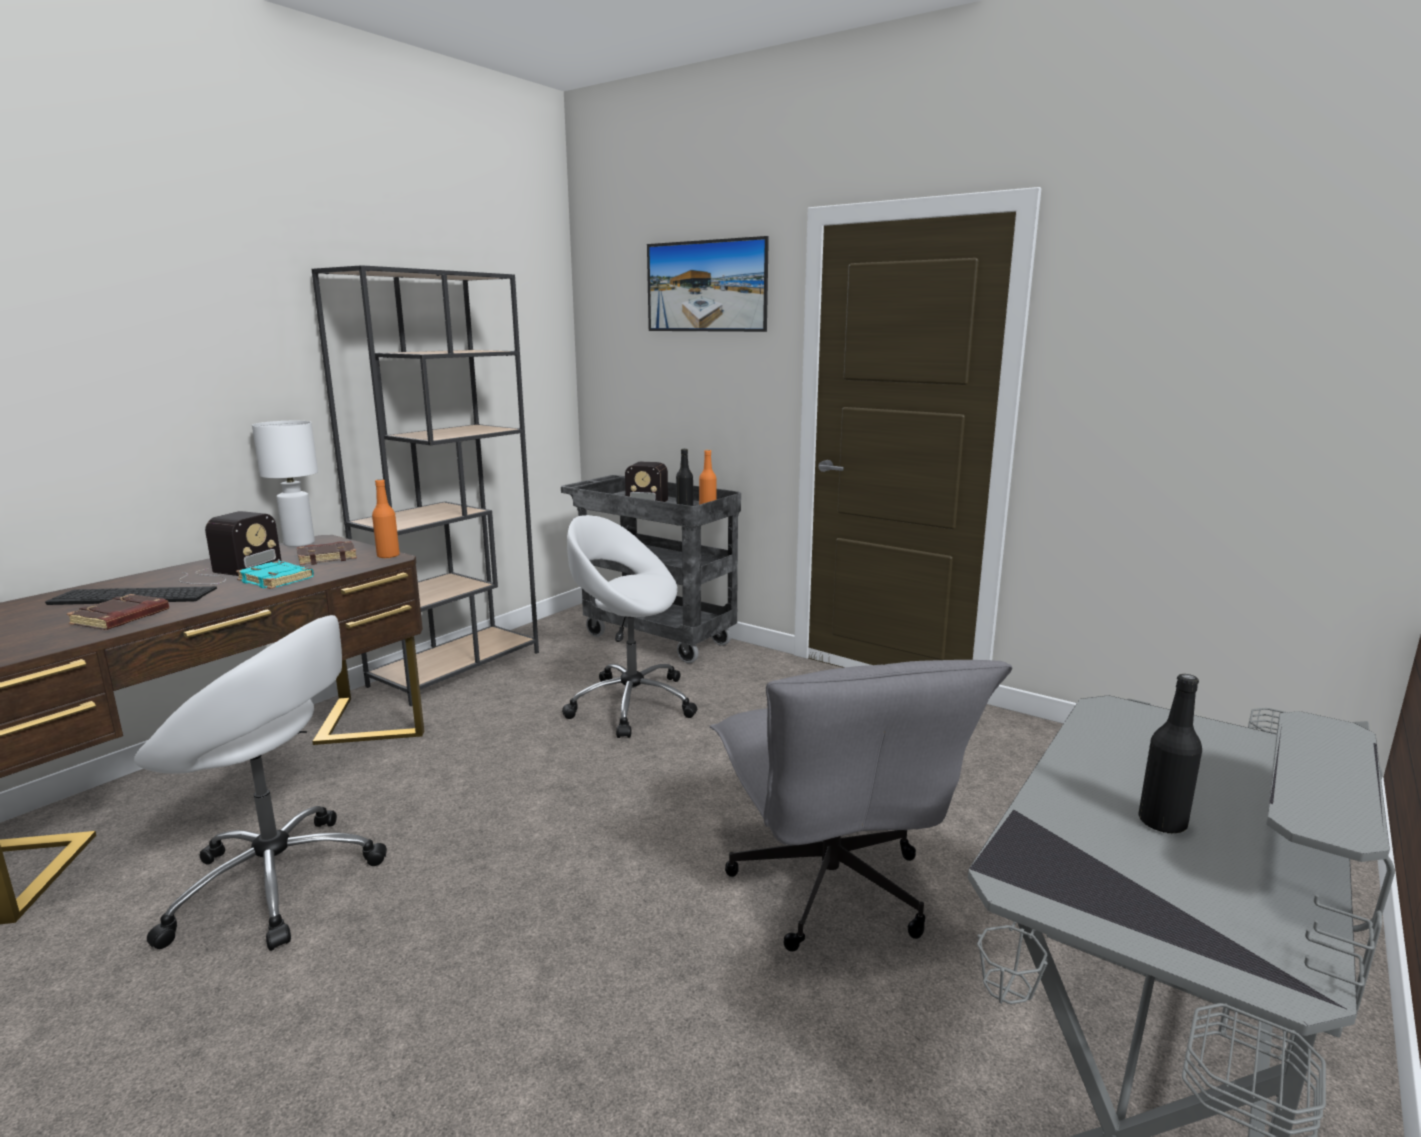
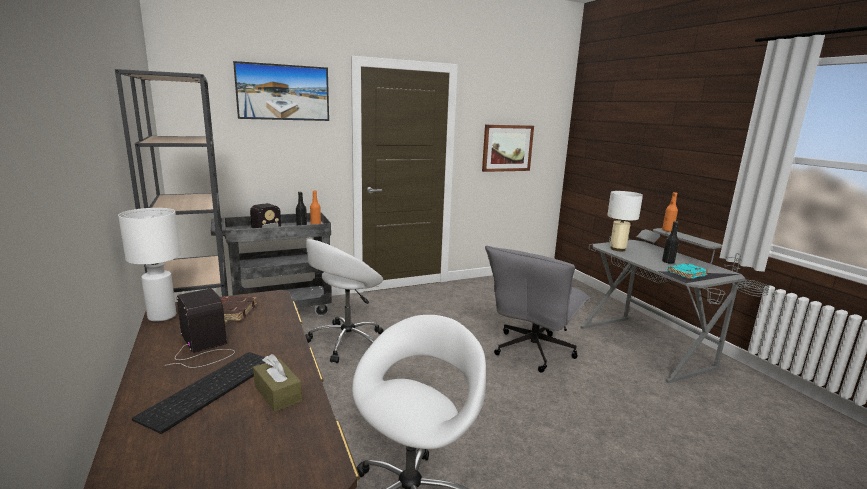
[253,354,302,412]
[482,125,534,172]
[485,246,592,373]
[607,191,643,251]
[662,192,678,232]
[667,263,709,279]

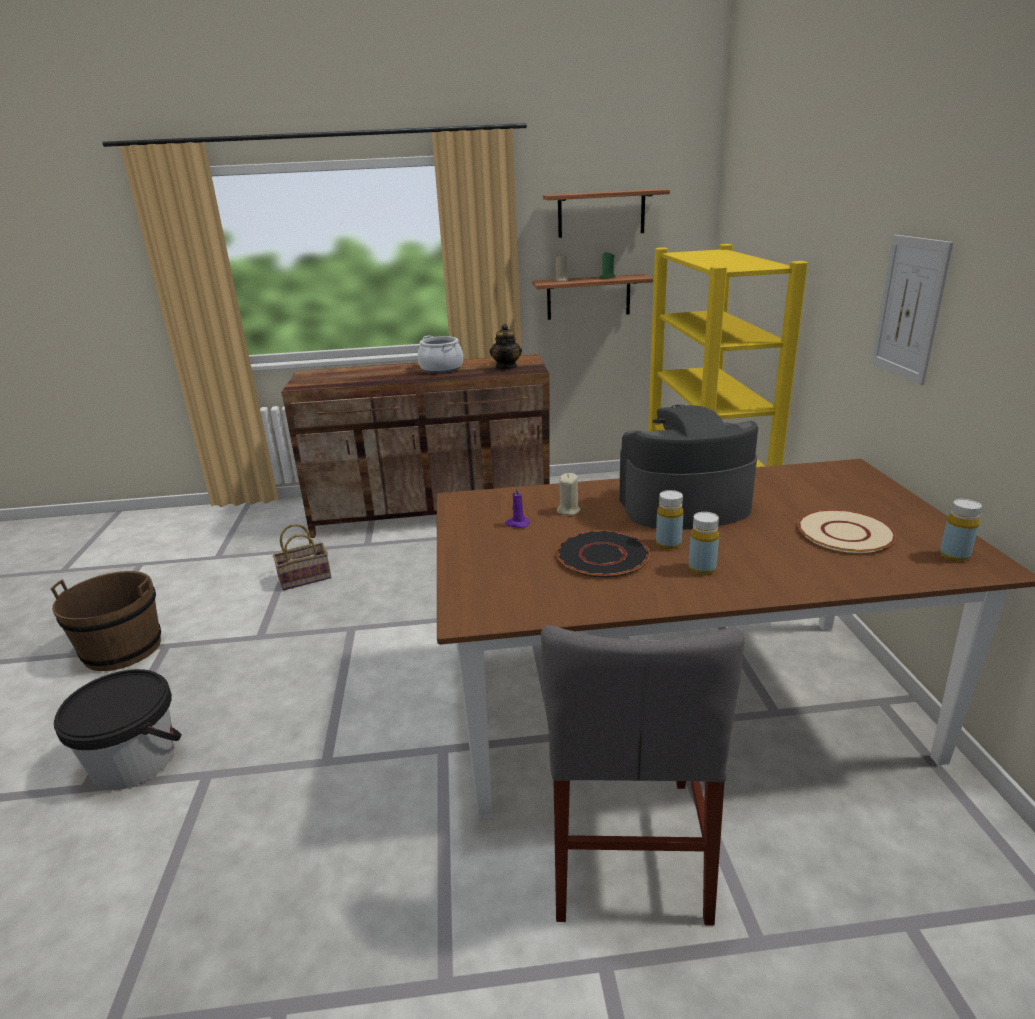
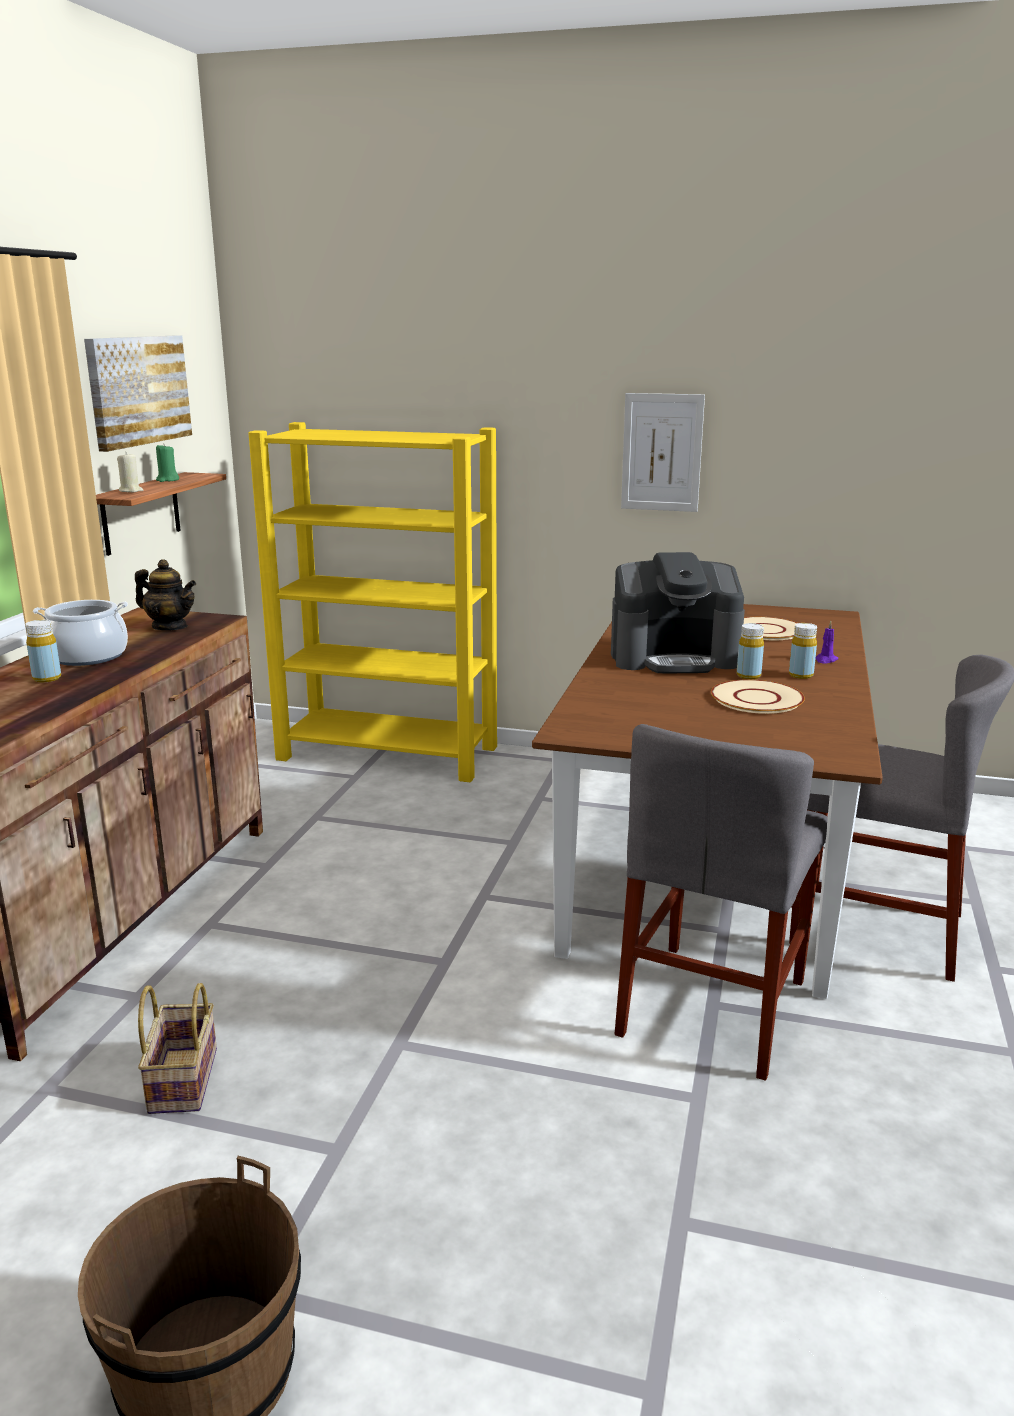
[25,620,61,682]
[84,336,192,452]
[611,552,745,673]
[614,724,828,1081]
[711,680,805,714]
[816,621,838,664]
[54,669,182,790] (first image)
[557,473,580,515] (first image)

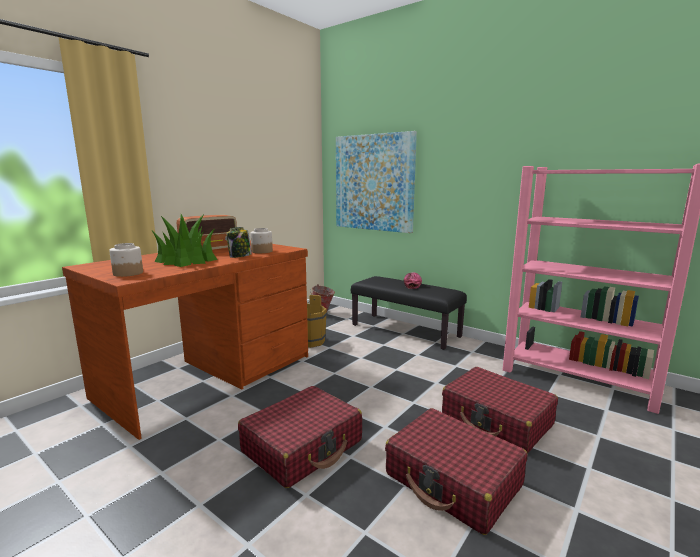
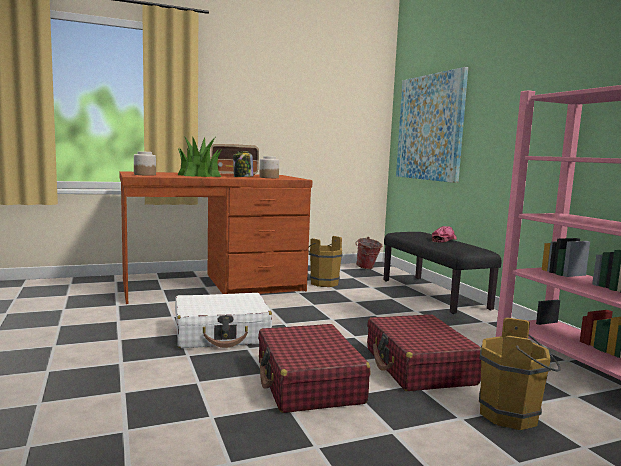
[175,293,272,348]
[479,317,561,430]

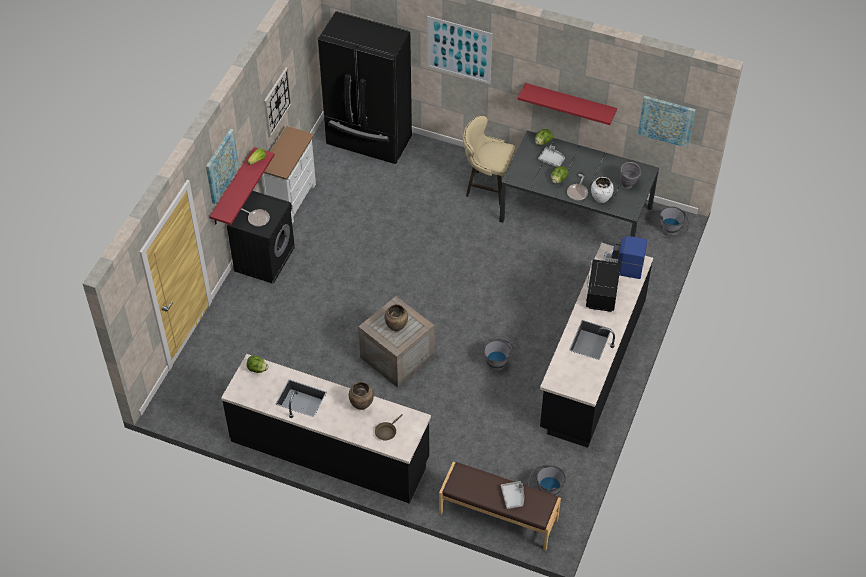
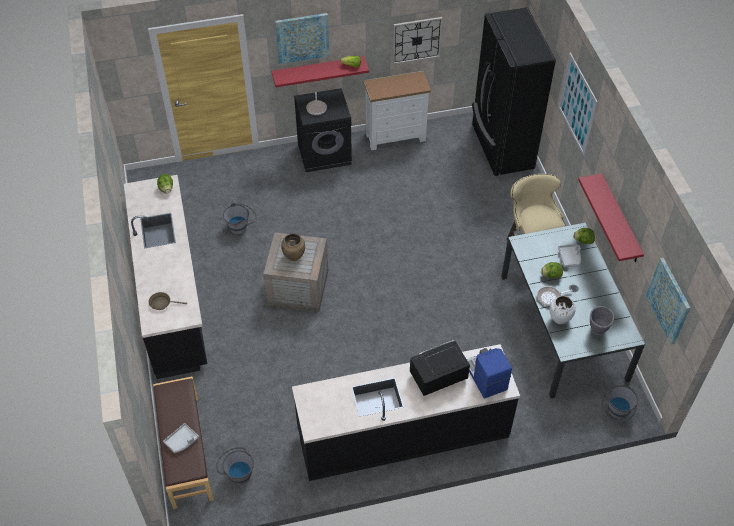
[223,203,257,234]
[349,382,374,410] (first image)

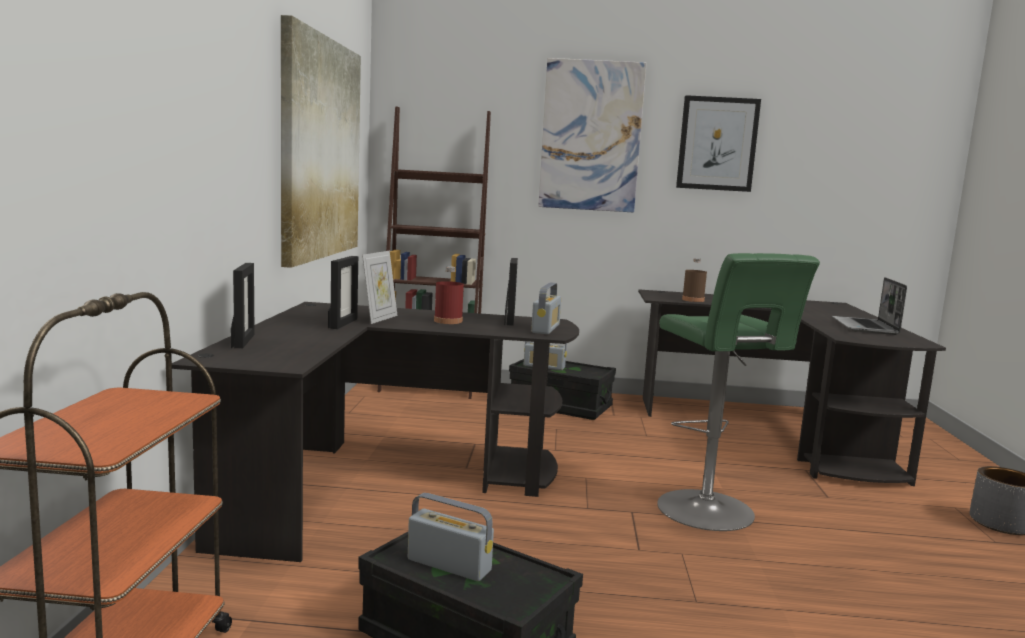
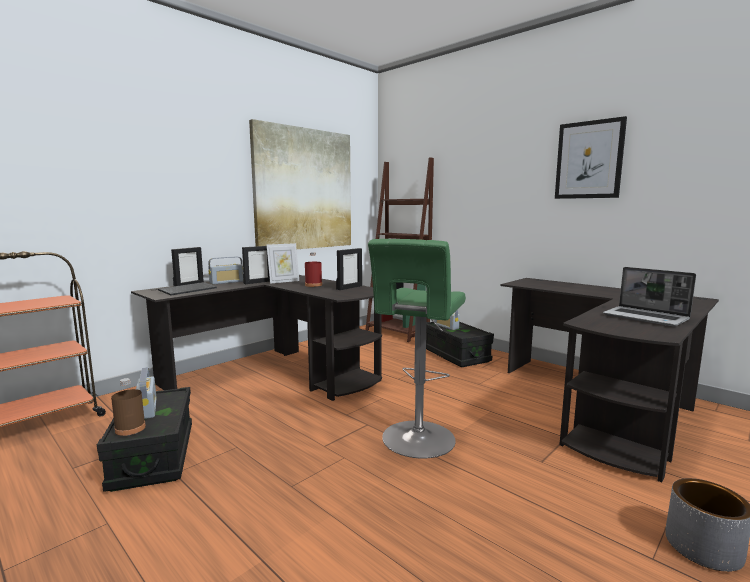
[111,378,146,436]
[158,282,217,296]
[208,256,243,285]
[603,267,696,327]
[538,58,647,212] (first image)

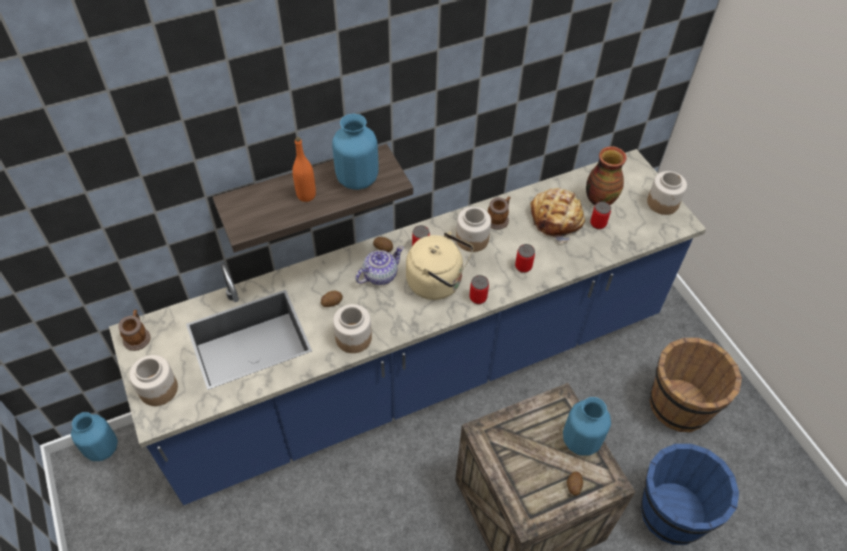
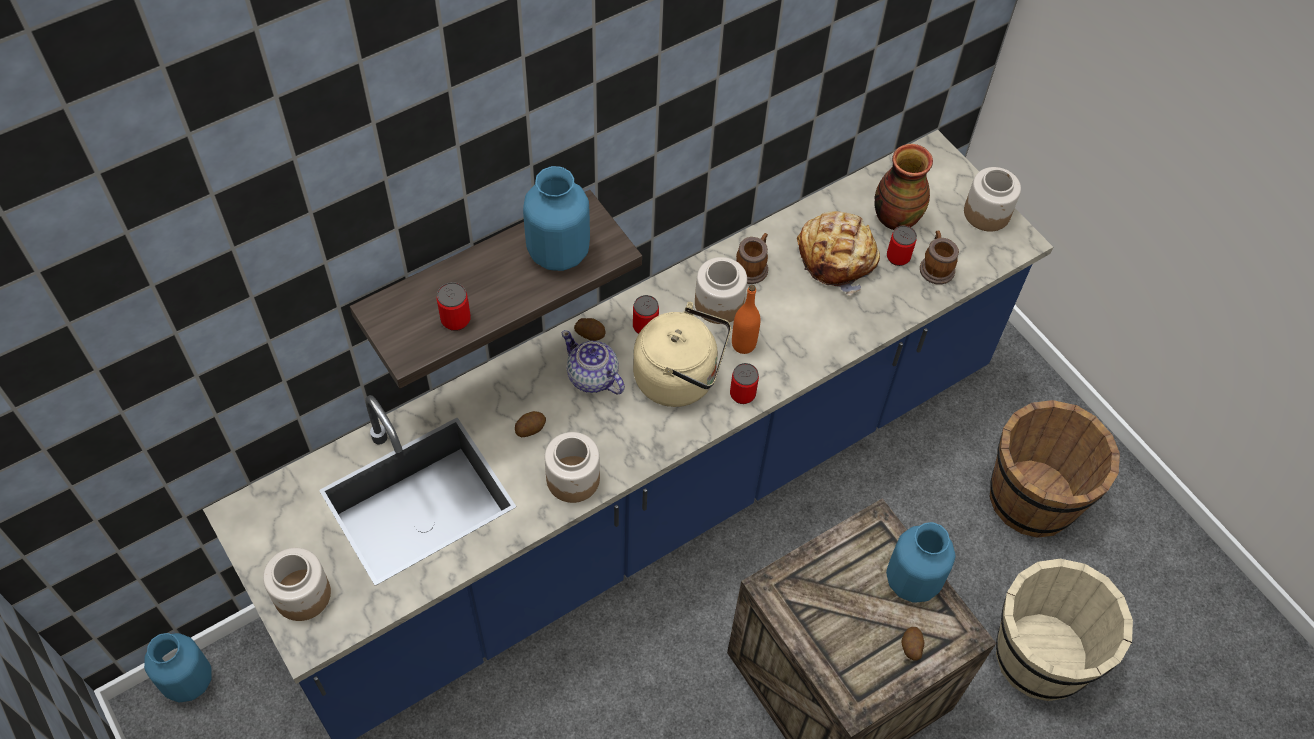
[437,282,471,331]
[561,330,625,394]
[732,285,761,354]
[920,230,959,284]
[996,559,1133,701]

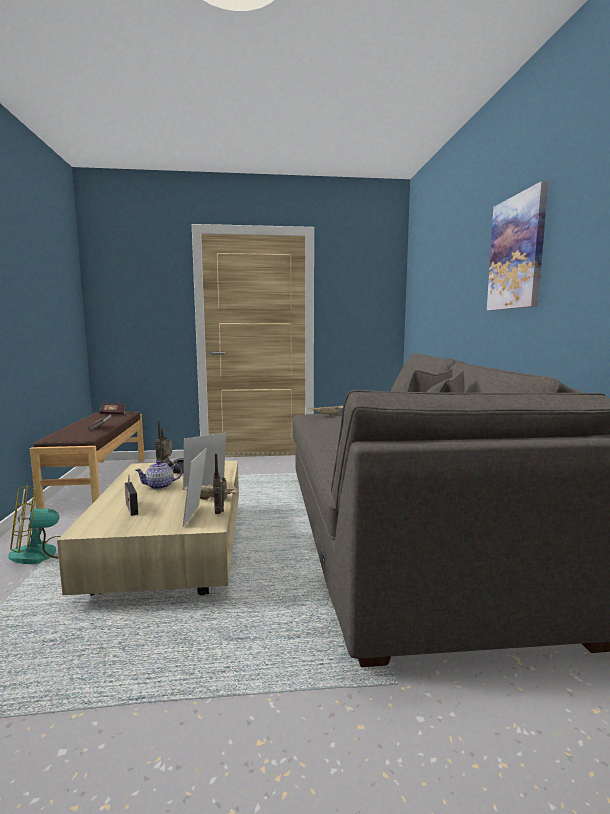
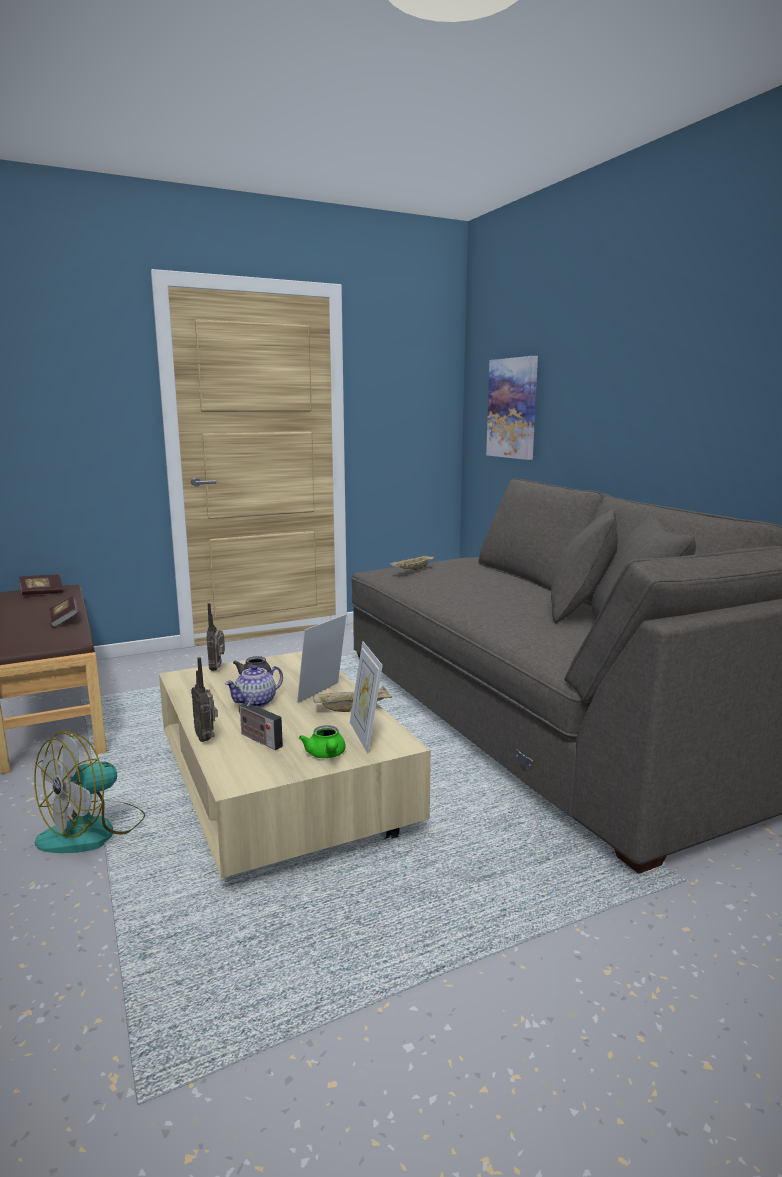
[191,657,218,742]
[299,725,346,758]
[486,356,538,460]

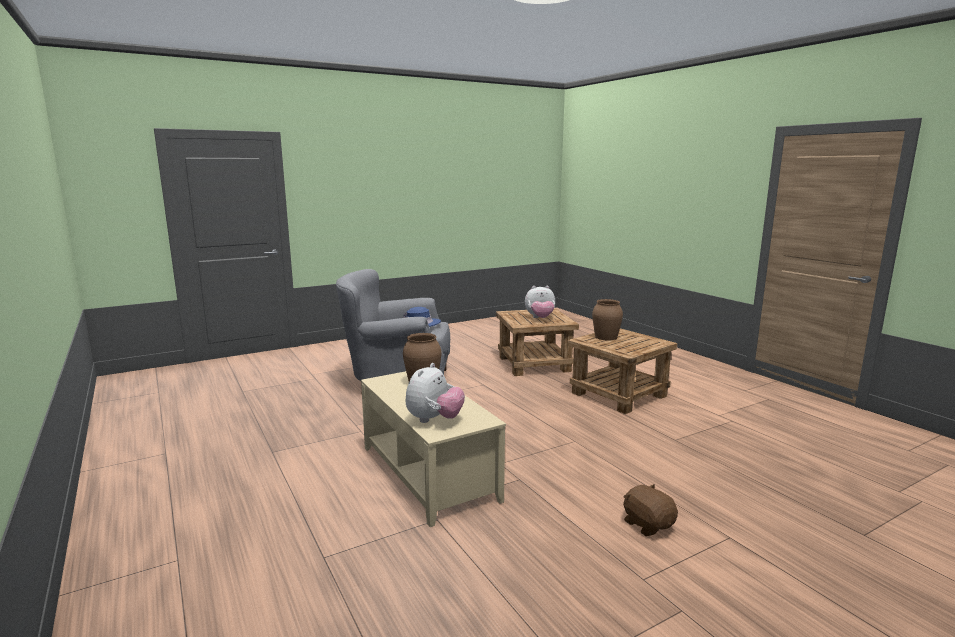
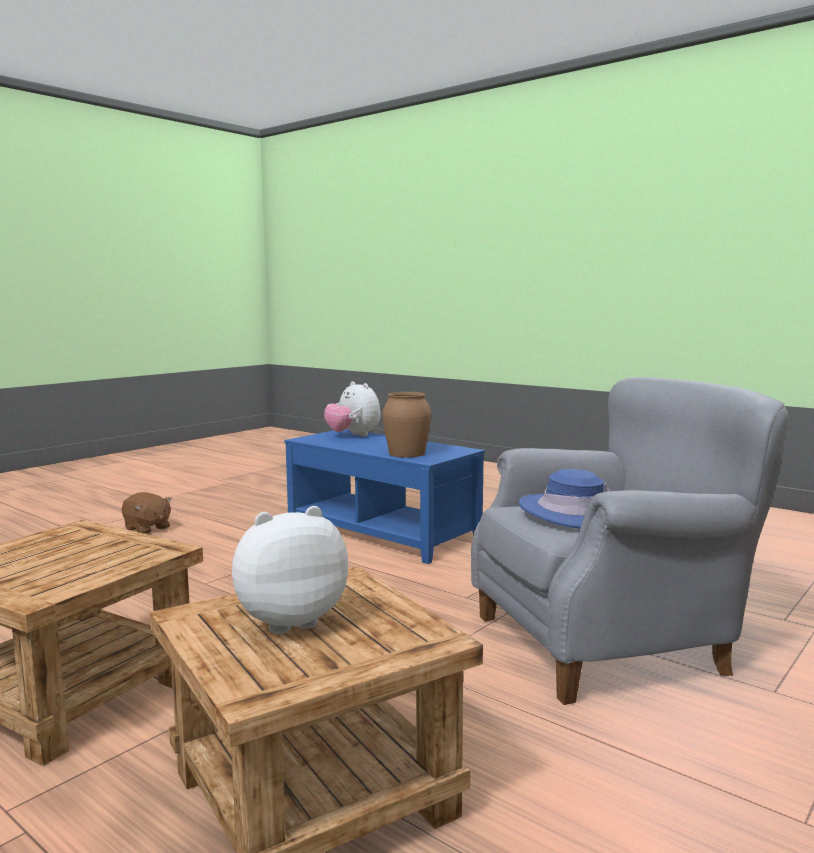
[284,429,485,564]
[324,381,380,437]
[592,299,623,340] (first image)

